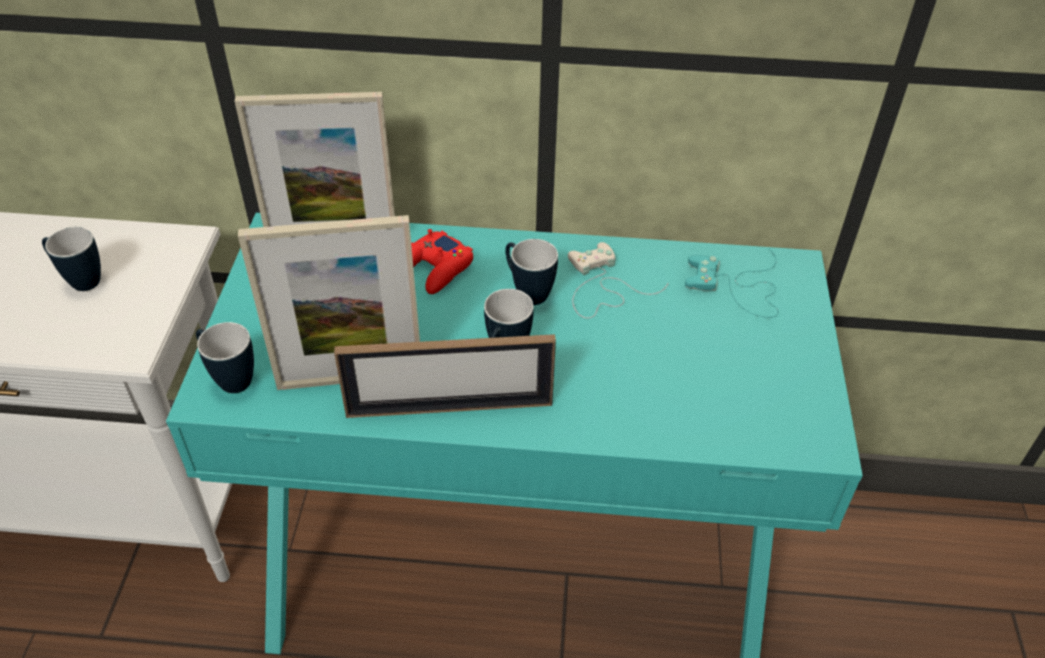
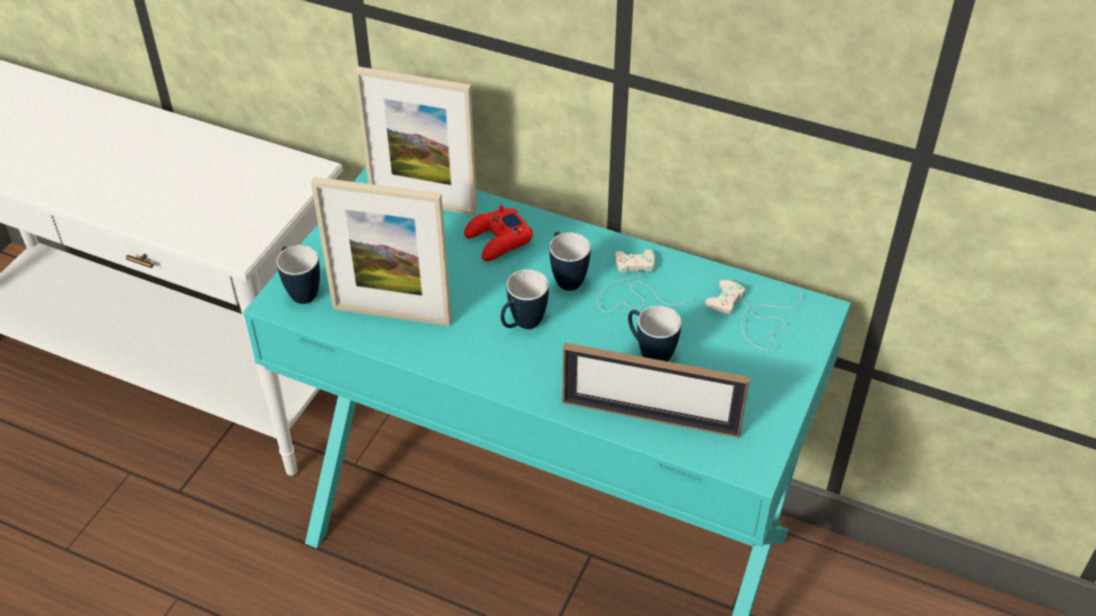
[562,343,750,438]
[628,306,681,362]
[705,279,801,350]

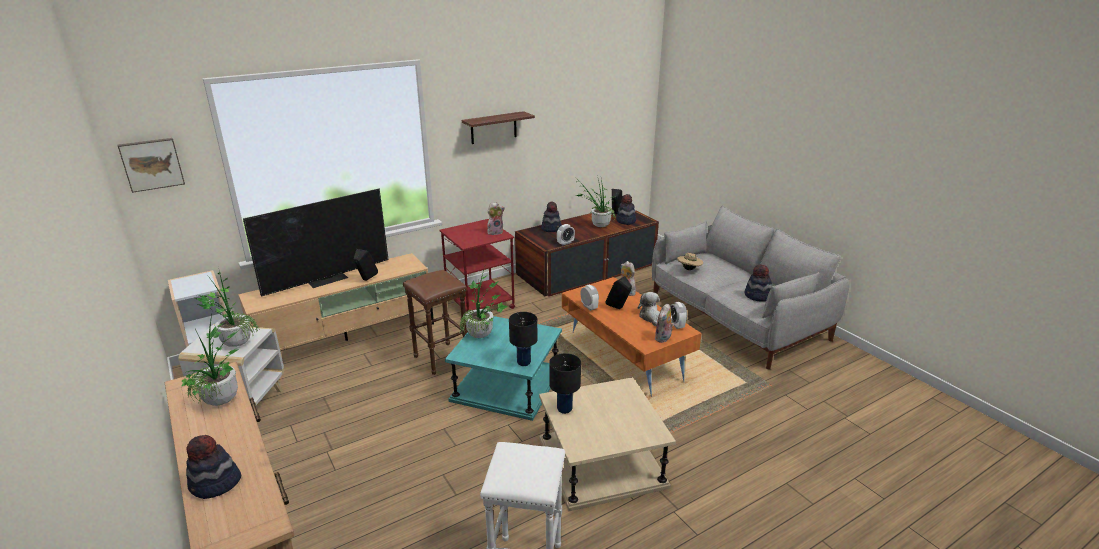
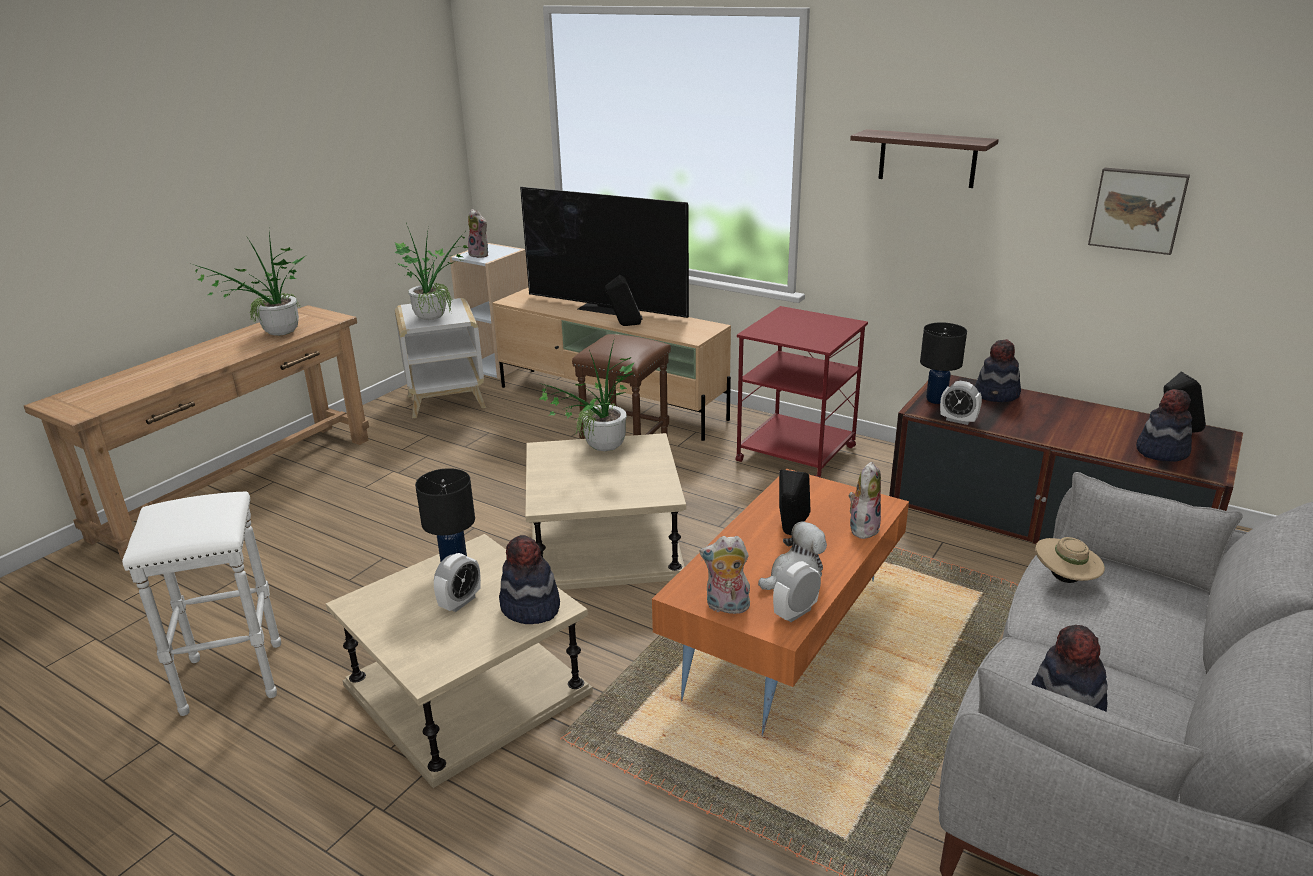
[434,553,481,612]
[468,209,488,258]
[499,535,560,624]
[525,433,686,590]
[920,322,967,404]
[1088,167,1190,255]
[576,179,616,227] (first image)

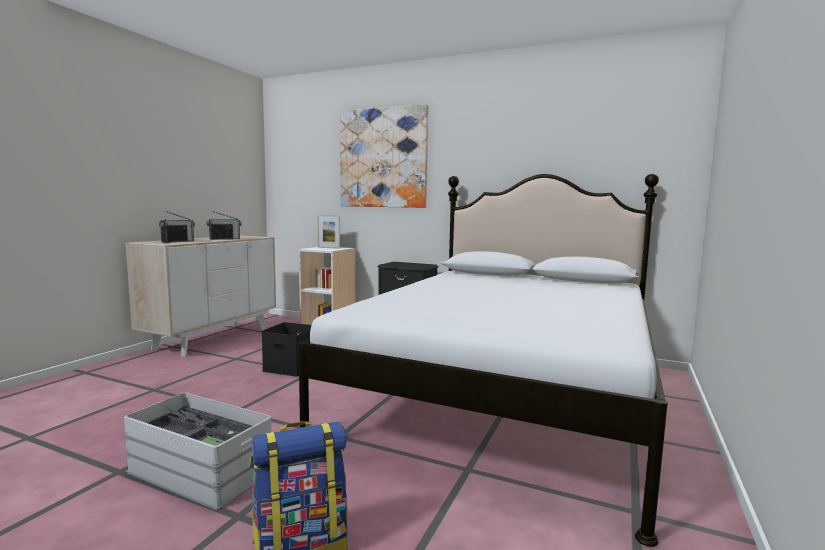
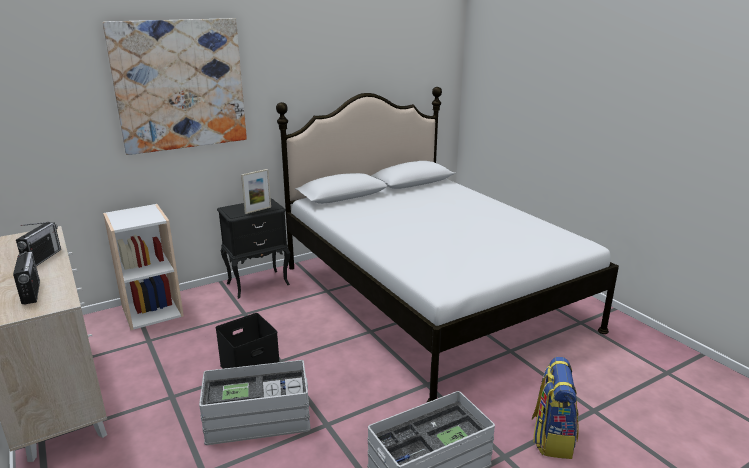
[199,360,311,445]
[241,169,271,214]

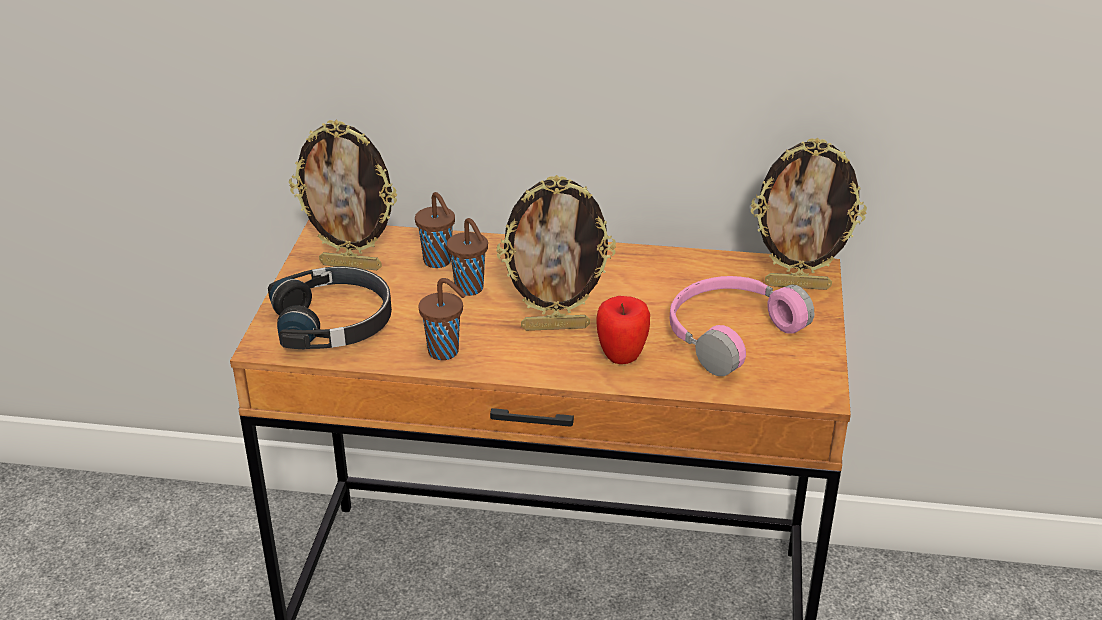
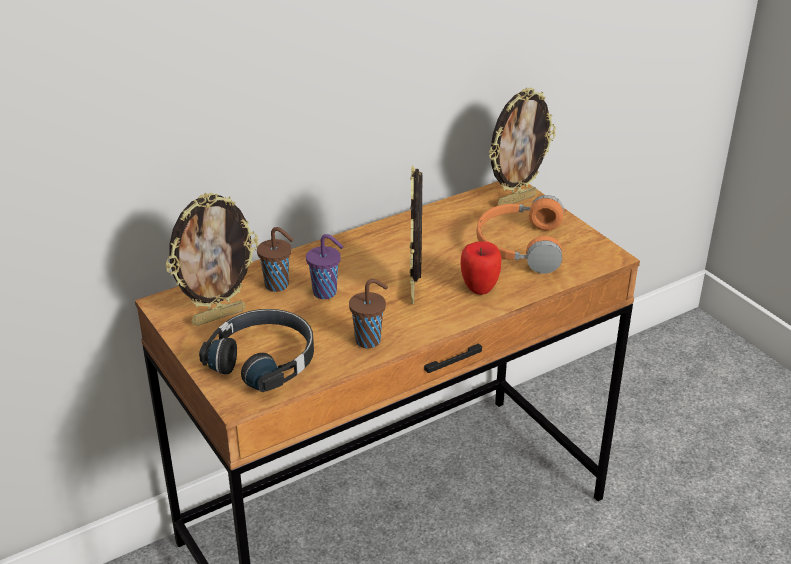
[306,234,344,299]
[410,166,422,304]
[476,195,564,274]

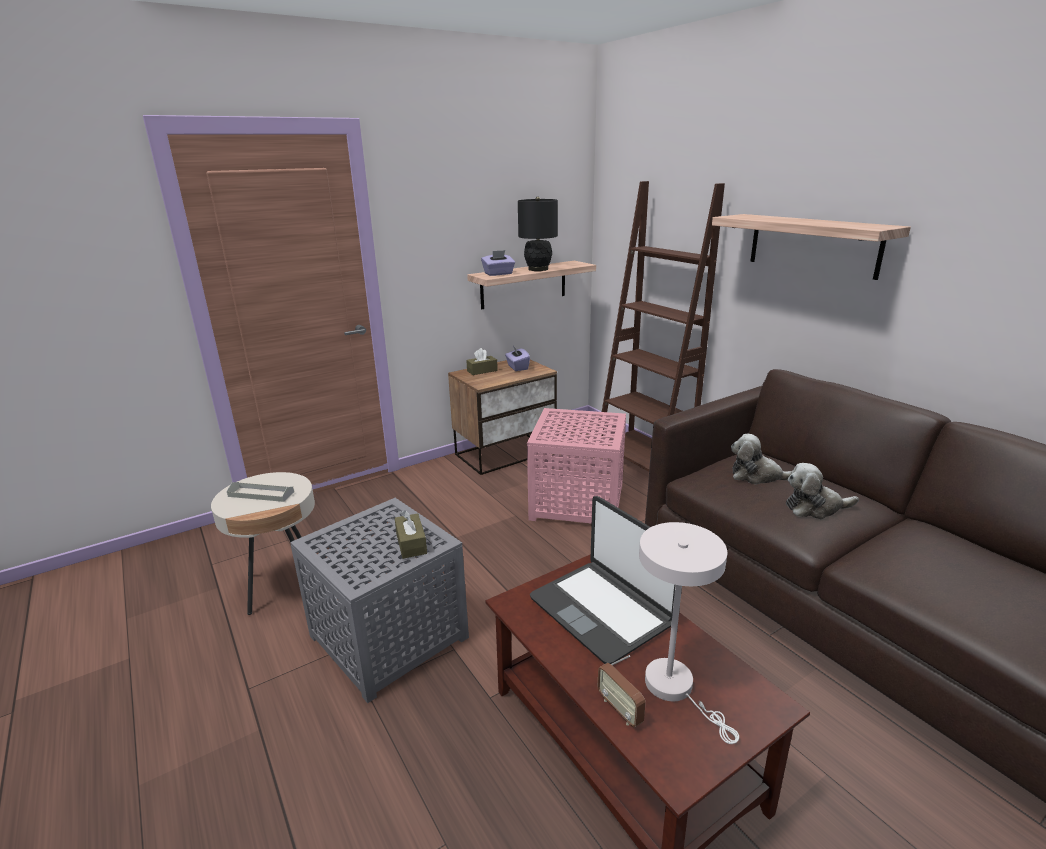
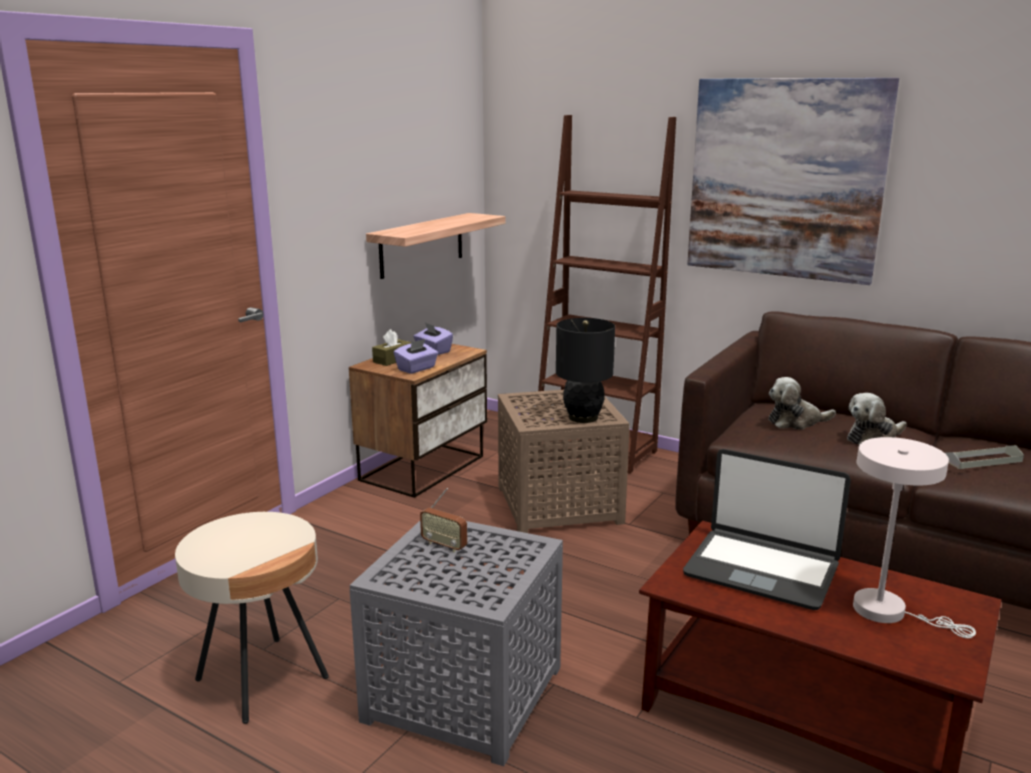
[394,339,438,374]
[420,488,467,553]
[498,390,630,533]
[556,318,615,423]
[687,78,899,285]
[945,445,1024,469]
[395,510,427,559] (first image)

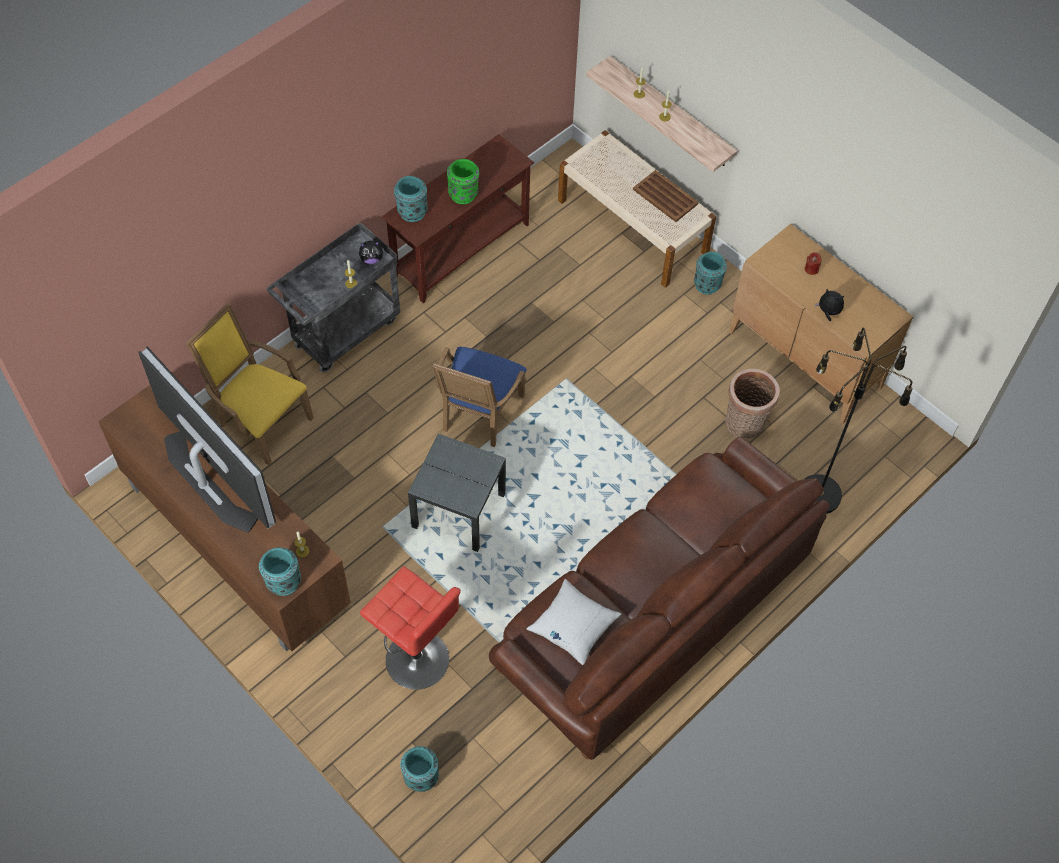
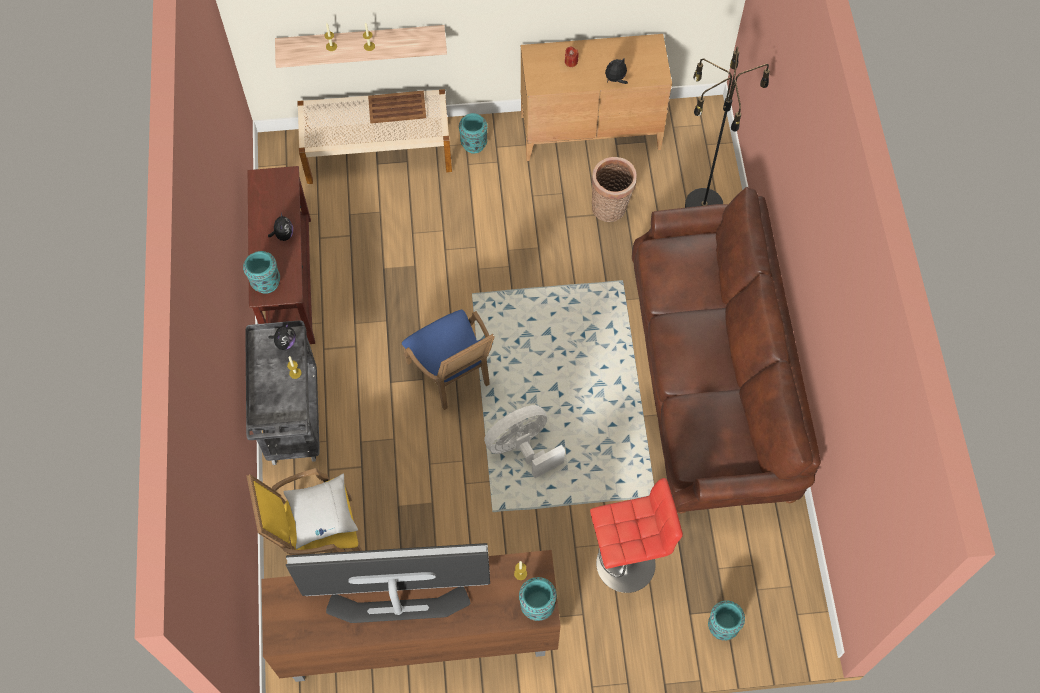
[268,213,293,241]
[283,474,358,549]
[484,405,565,478]

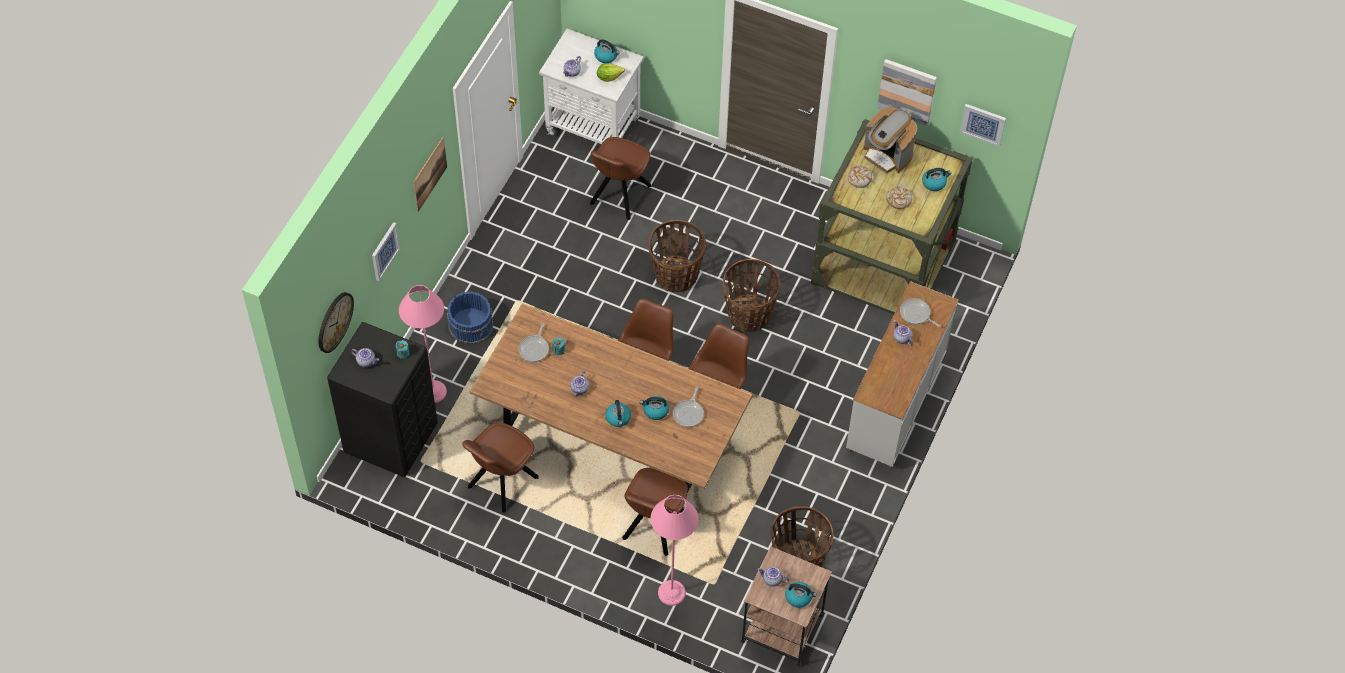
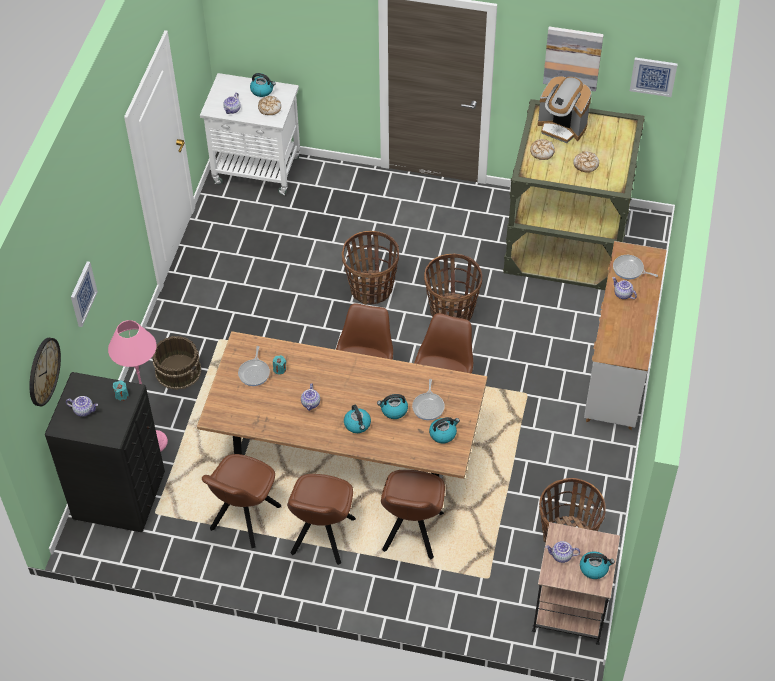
[152,336,202,390]
[258,96,281,115]
[287,474,356,565]
[429,417,460,443]
[413,137,447,212] (first image)
[651,495,698,606] (first image)

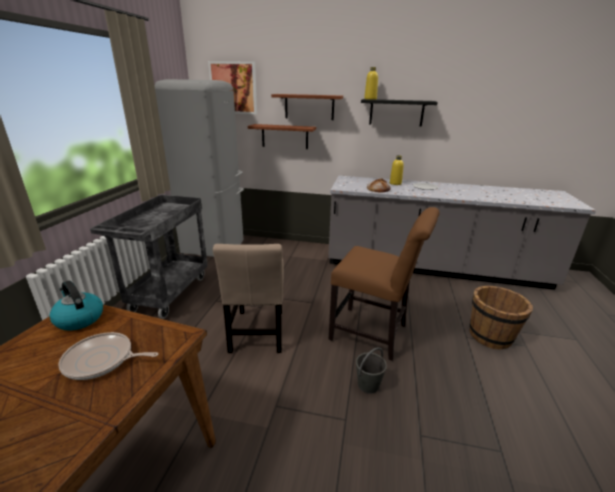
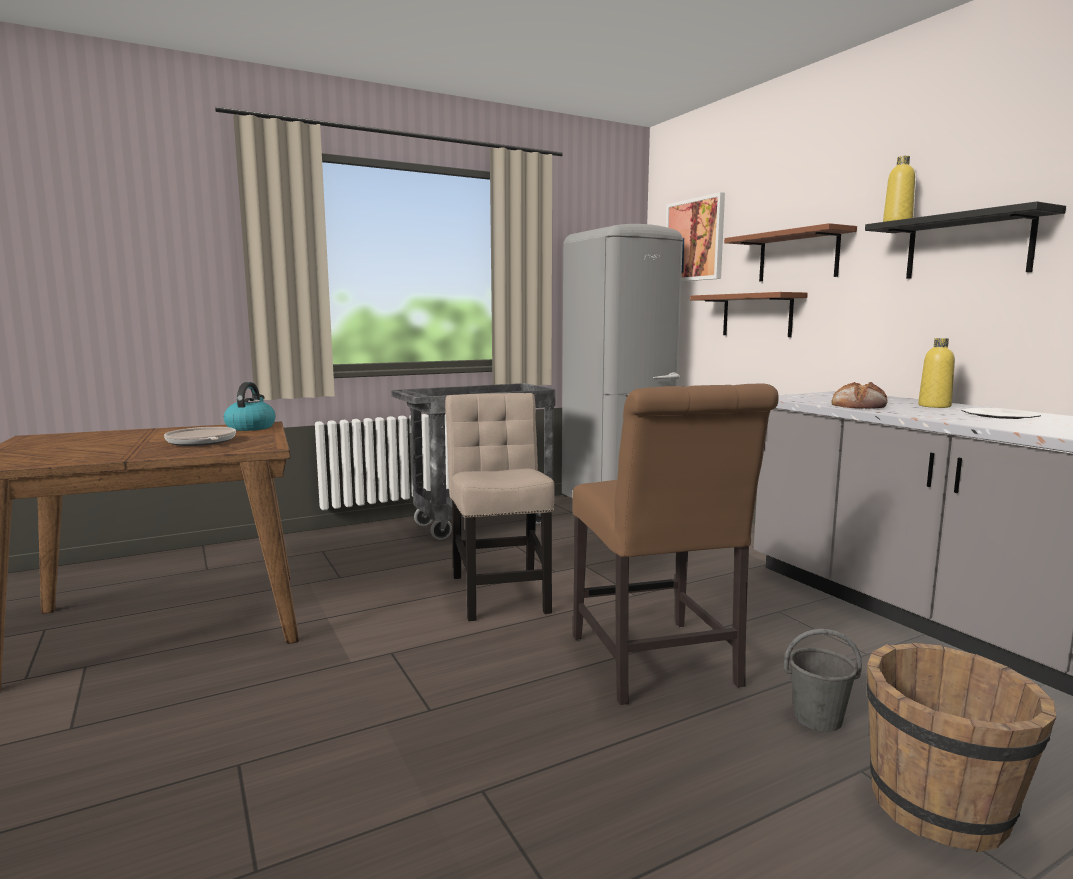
[445,393,555,621]
[784,629,862,732]

